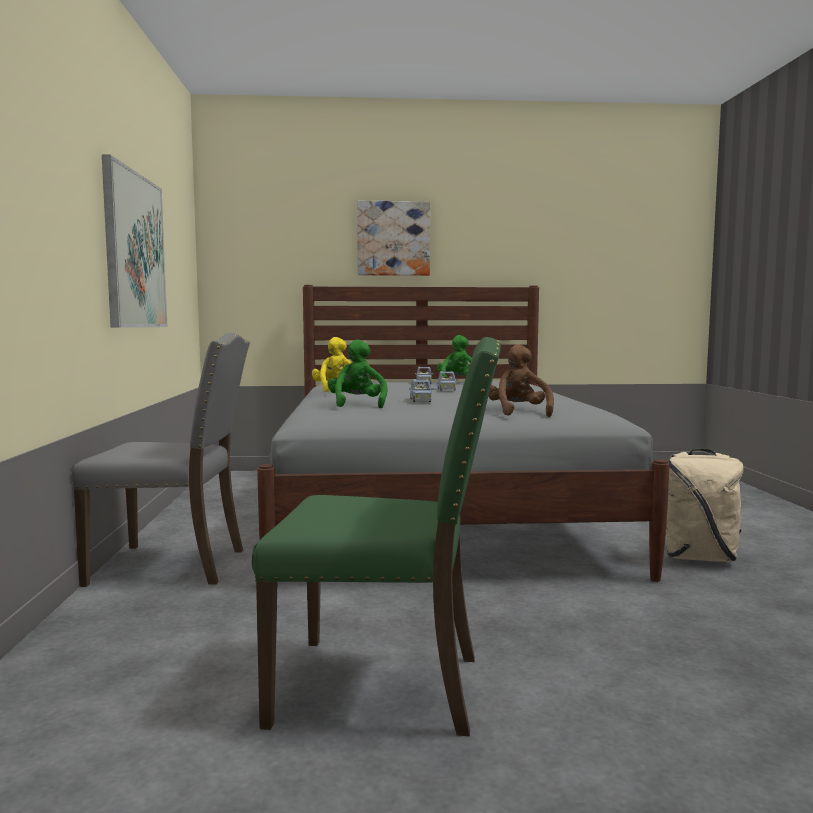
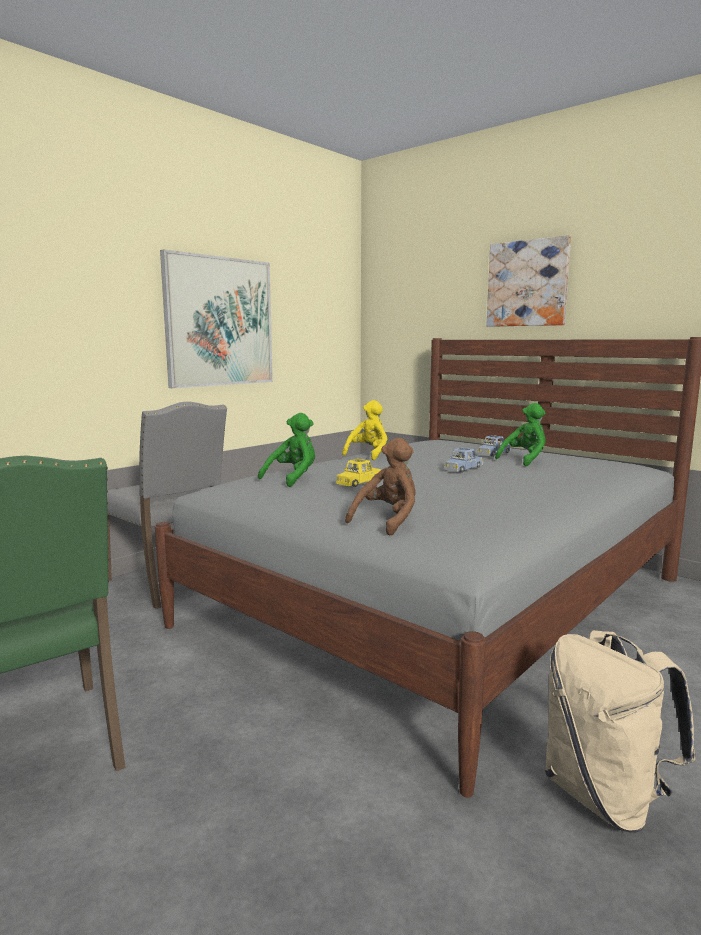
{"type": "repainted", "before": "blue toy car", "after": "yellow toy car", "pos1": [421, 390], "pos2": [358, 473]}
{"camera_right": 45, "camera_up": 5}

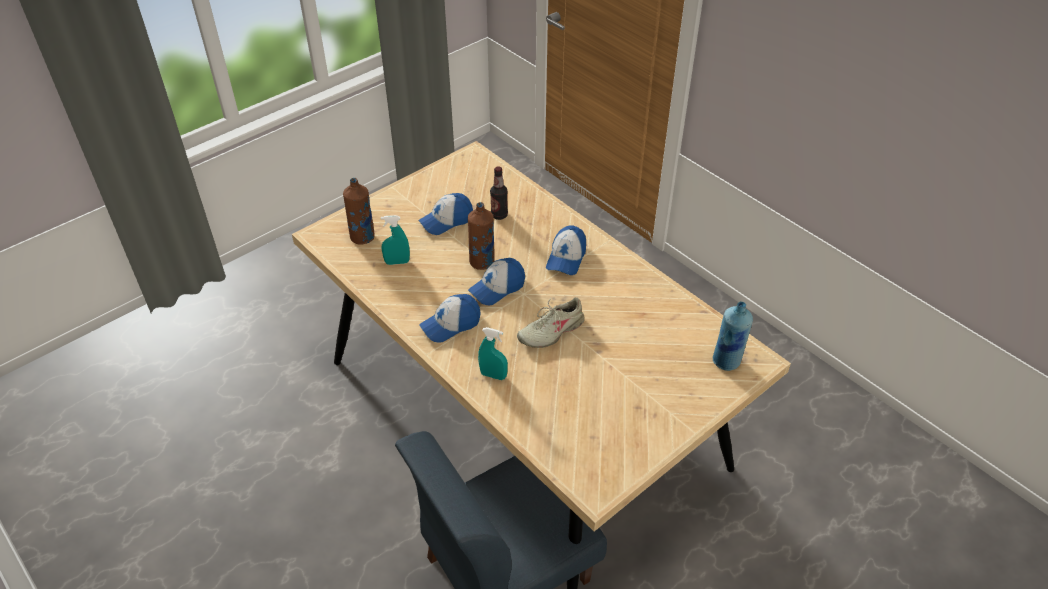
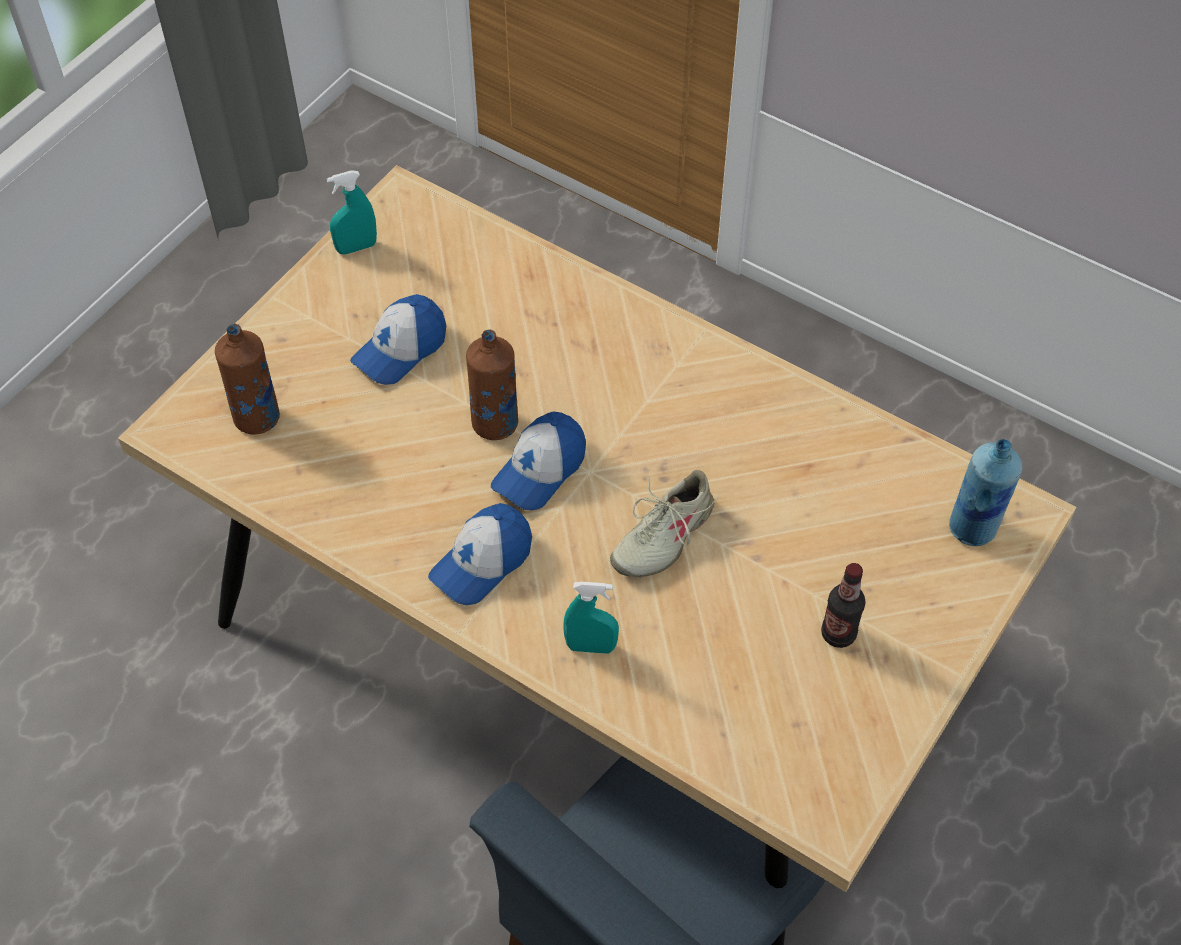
{"type": "shifted", "before": "bottle", "pos1": [499, 193], "pos2": [843, 605]}
{"type": "shifted", "before": "turquoise spray bottle", "pos1": [395, 240], "pos2": [352, 212]}
{"type": "gone", "before": "cap", "pos1": [566, 250]}
{"camera_right": -15, "camera_up": 10}

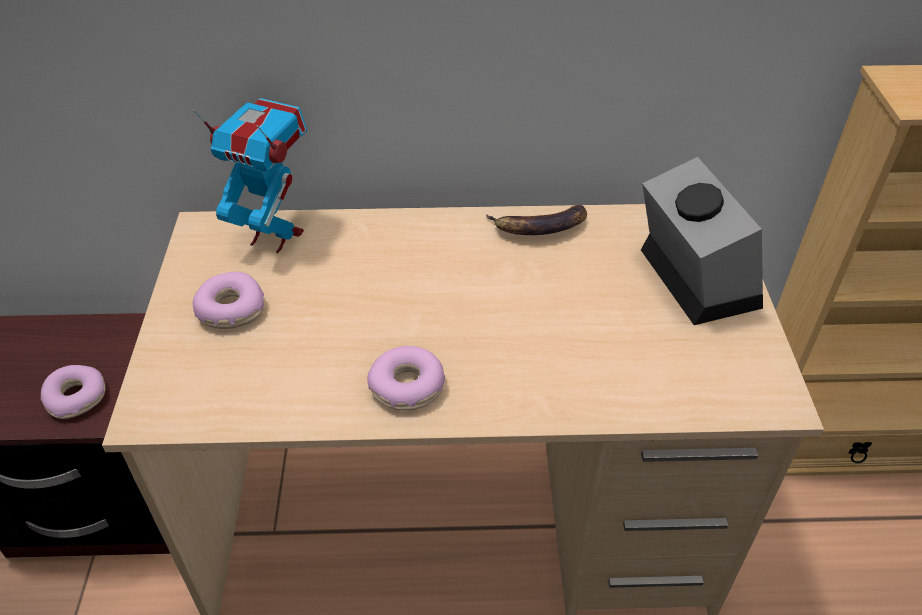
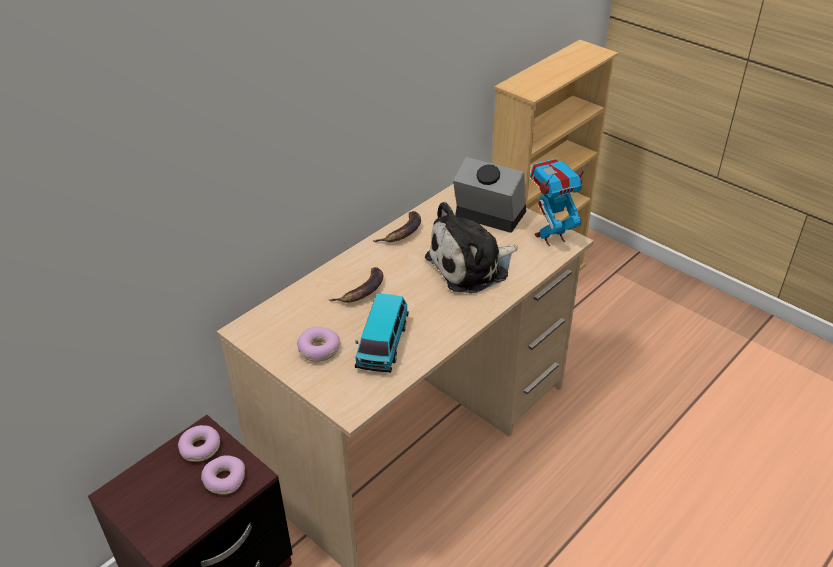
{"type": "shifted", "before": "toy robot", "pos1": [250, 175], "pos2": [559, 202]}
{"type": "shifted", "before": "donut", "pos1": [406, 378], "pos2": [199, 443]}
{"type": "new", "after": "plush toy", "pos2": [471, 248]}
{"type": "new", "after": "banana", "pos2": [356, 285]}
{"type": "new", "after": "toy car", "pos2": [382, 333]}
{"camera_right": -45, "camera_up": -5}

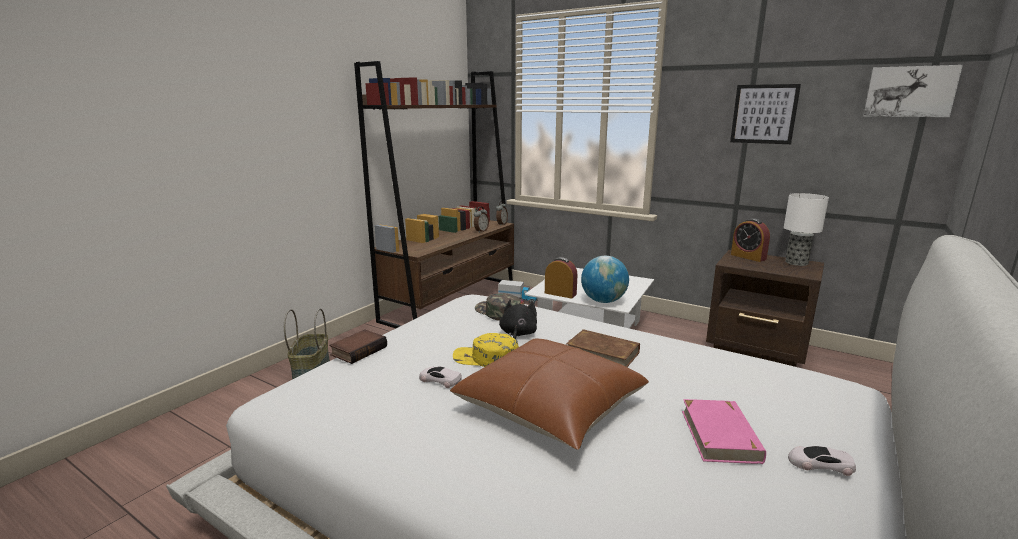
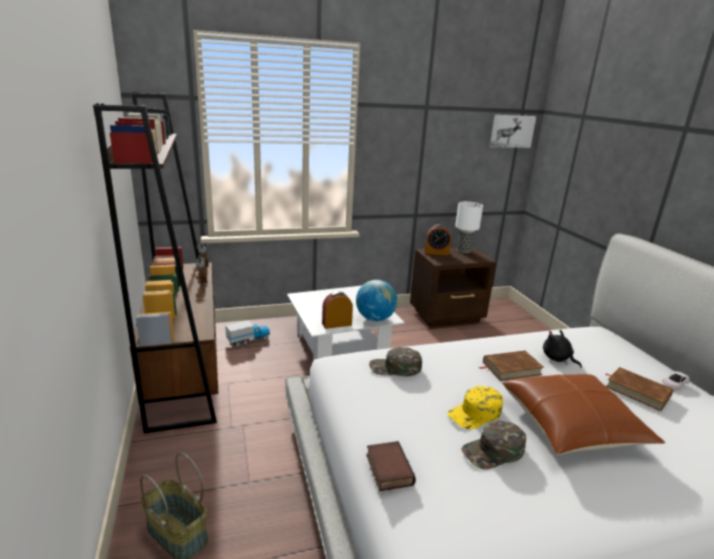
{"type": "gone", "before": "picture", "pos1": [765, 114]}
{"type": "shifted", "before": "black plush toy", "pos1": [518, 319], "pos2": [562, 349]}
{"type": "swapped", "before": "white toy car", "after": "green cap", "pos1": [440, 377], "pos2": [493, 444]}
{"type": "repainted", "before": "pink book", "after": "brown book", "pos1": [724, 431], "pos2": [640, 389]}
{"camera_right": -50, "camera_up": 5}

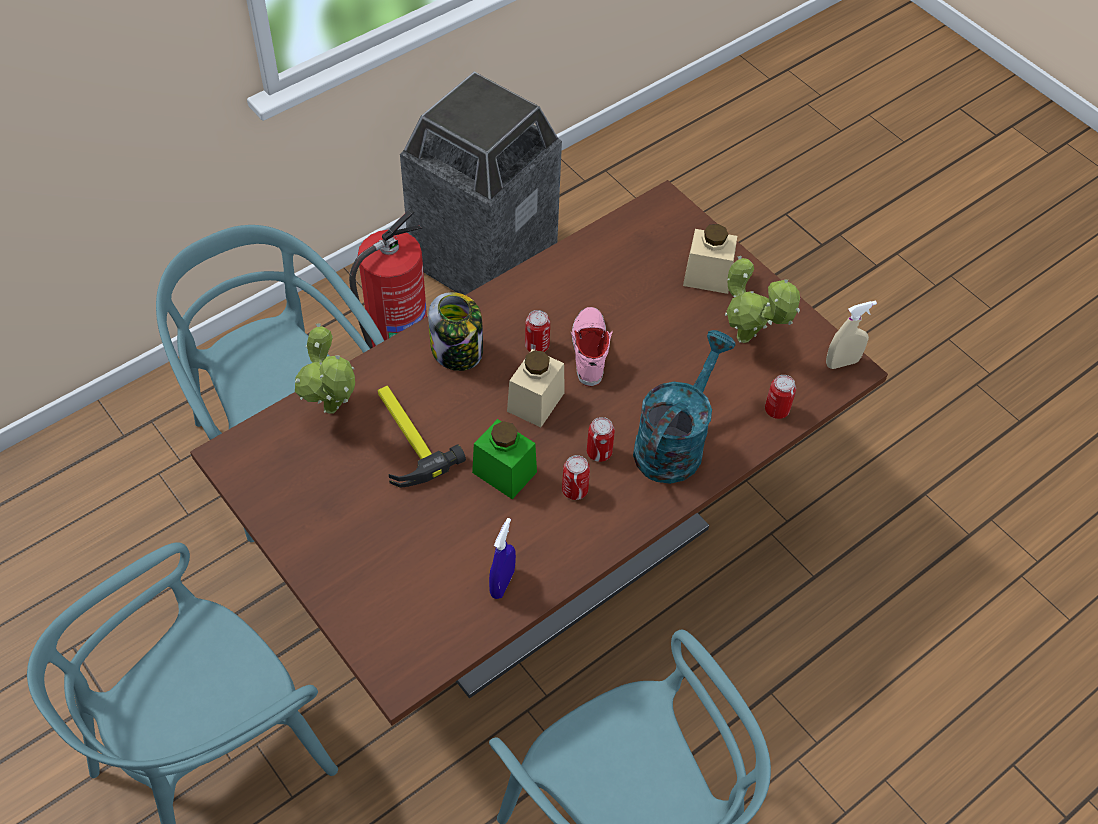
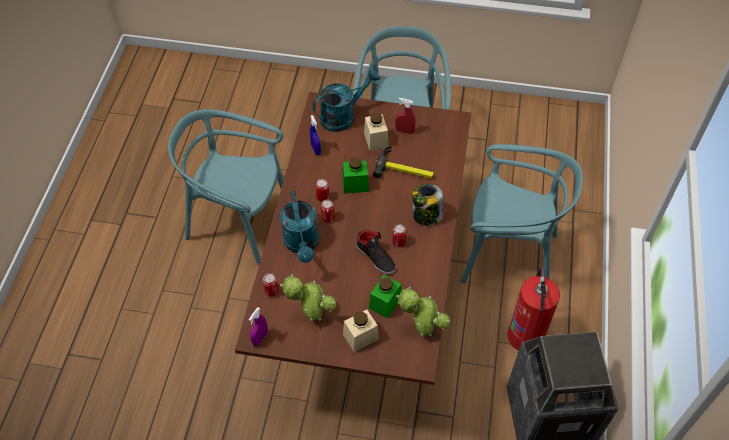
{"type": "repainted", "before": "beige spray bottle", "after": "purple spray bottle", "pos1": [851, 335], "pos2": [258, 326]}
{"type": "repainted", "before": "pink shoe", "after": "black shoe", "pos1": [592, 346], "pos2": [376, 252]}
{"type": "shifted", "before": "potted plant", "pos1": [325, 369], "pos2": [423, 311]}
{"type": "shifted", "before": "beige jar", "pos1": [536, 388], "pos2": [376, 132]}
{"type": "new", "after": "turquoise watering can", "pos2": [346, 100]}
{"type": "new", "after": "red spray bottle", "pos2": [405, 116]}
{"type": "new", "after": "green jar", "pos2": [385, 297]}
{"camera_right": 140, "camera_up": 0}

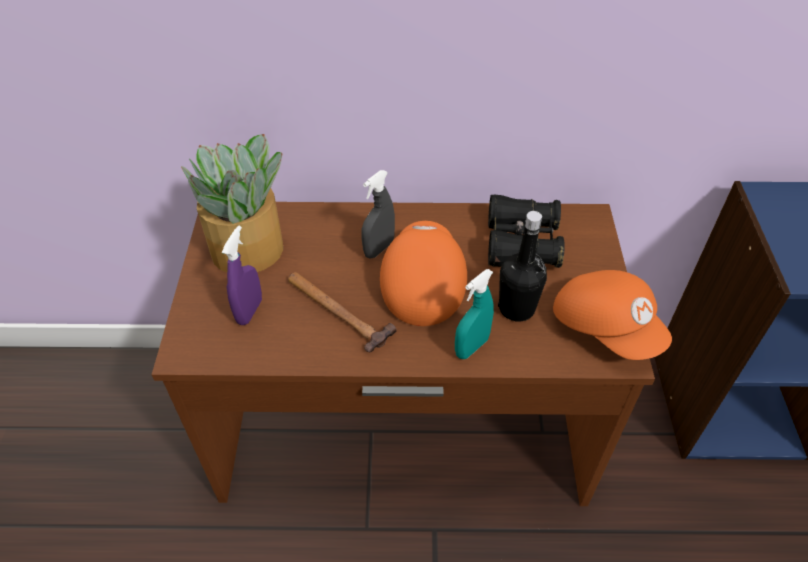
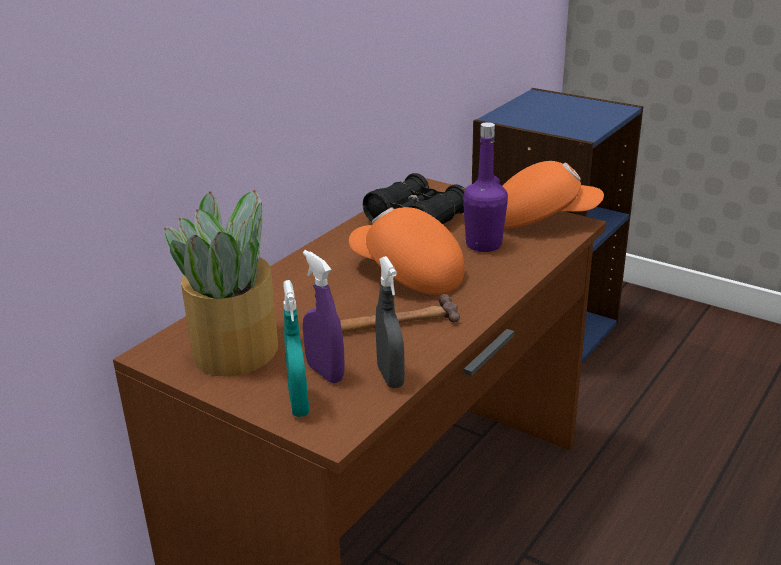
{"type": "shifted", "before": "grey spray bottle", "pos1": [378, 214], "pos2": [390, 322]}
{"type": "repainted", "before": "black bottle", "after": "purple bottle", "pos1": [522, 266], "pos2": [485, 187]}
{"type": "shifted", "before": "turquoise spray bottle", "pos1": [474, 314], "pos2": [296, 348]}
{"camera_right": -55, "camera_up": -20}

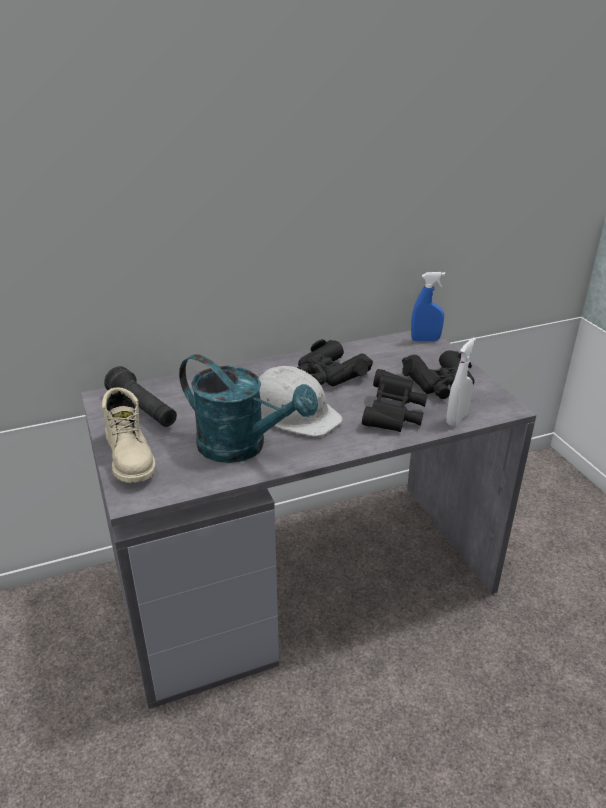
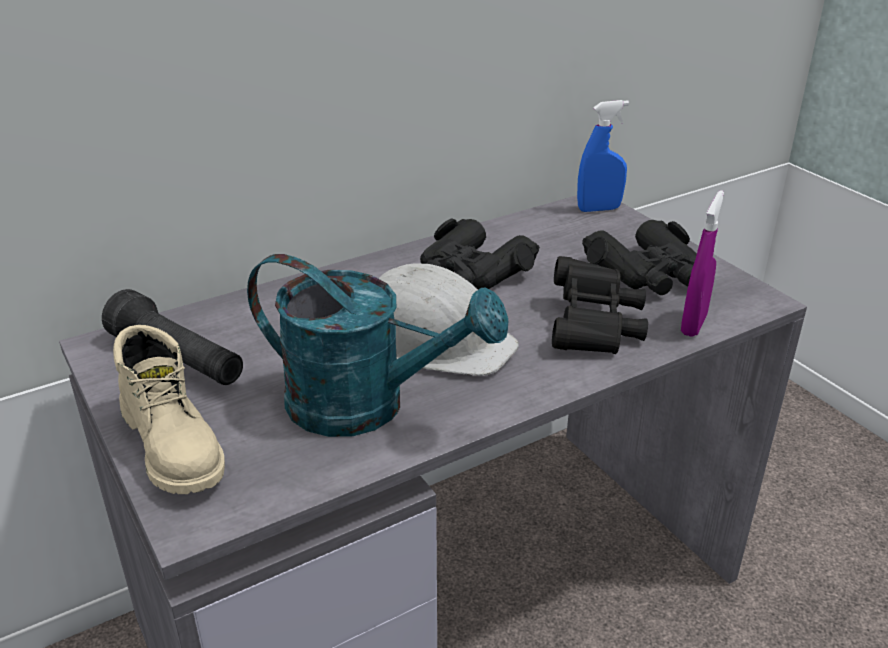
{"type": "repainted", "before": "white spray bottle", "after": "purple spray bottle", "pos1": [461, 382], "pos2": [702, 263]}
{"camera_right": -10, "camera_up": 0}

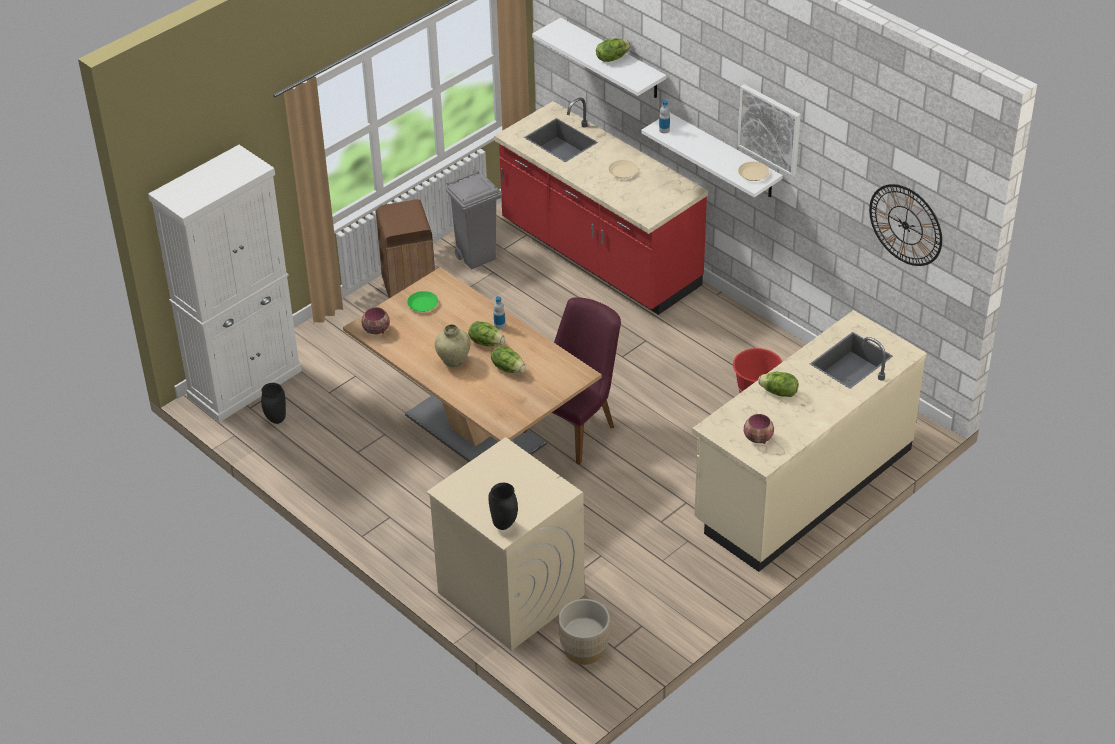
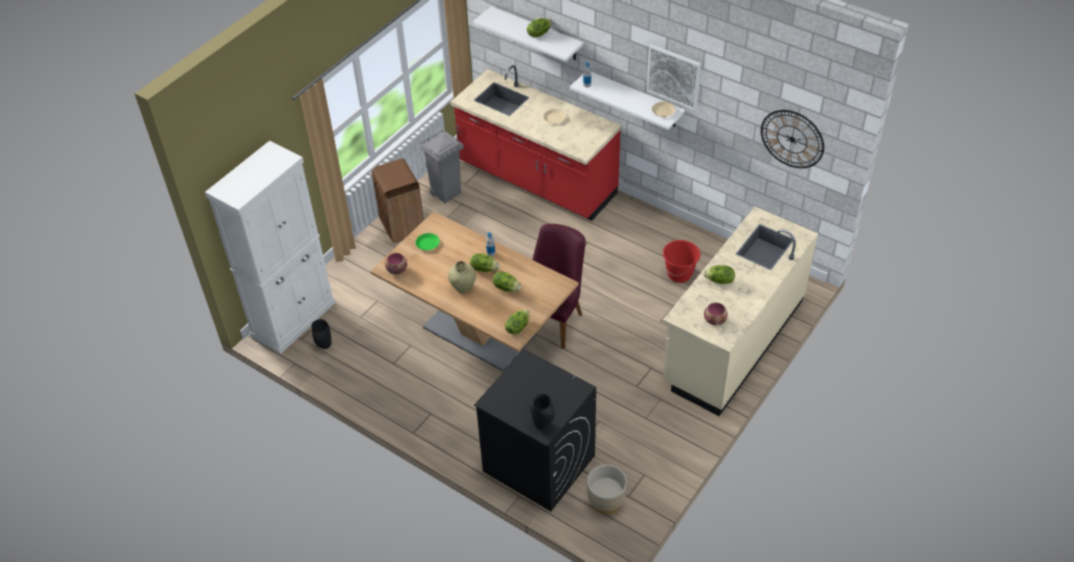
{"type": "repainted", "before": "beige washing machine", "after": "black washing machine", "pos1": [506, 544], "pos2": [535, 430]}
{"type": "new", "after": "lettuce", "pos2": [517, 322]}
{"camera_right": -10, "camera_up": 5}

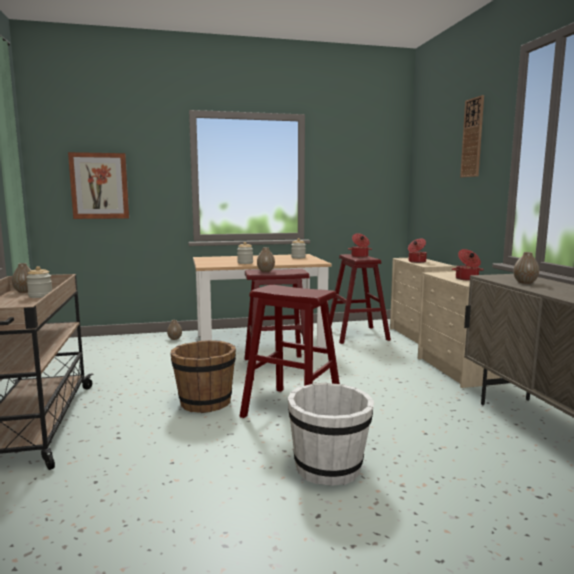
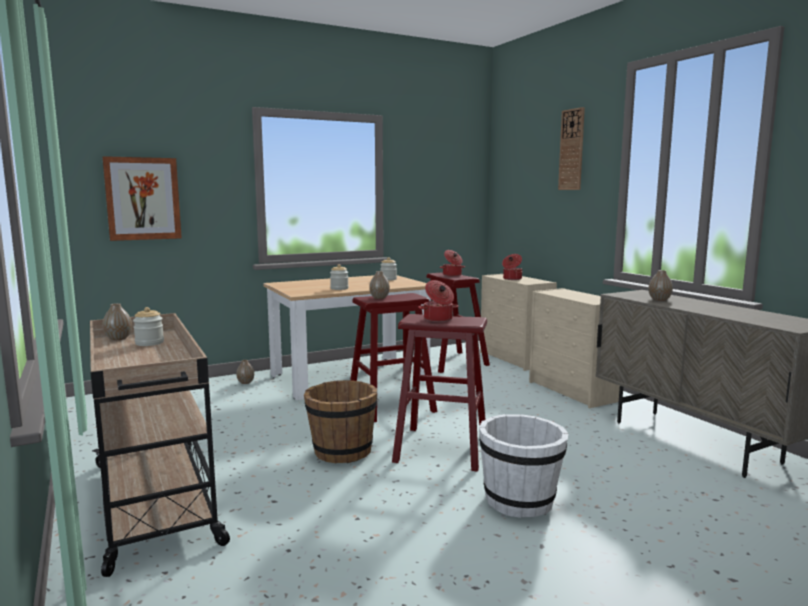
{"type": "shifted", "before": "cooking pot", "pos1": [468, 265], "pos2": [438, 301]}
{"camera_right": -15, "camera_up": 0}

